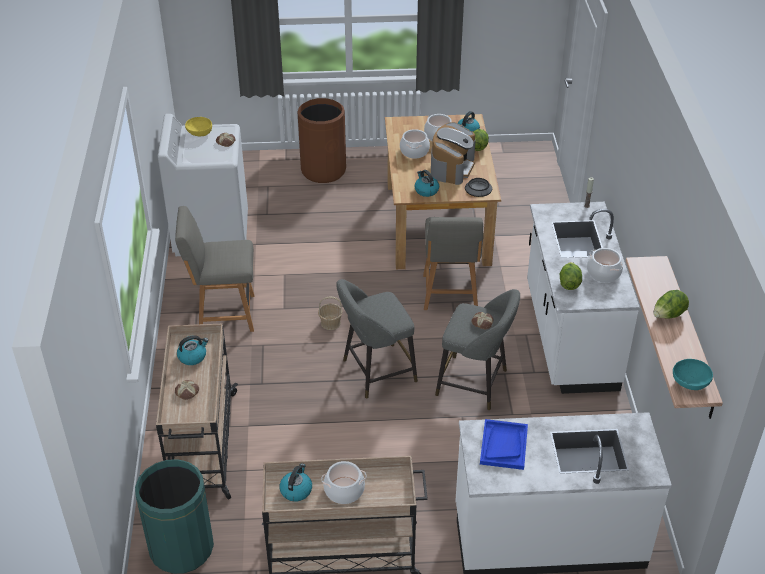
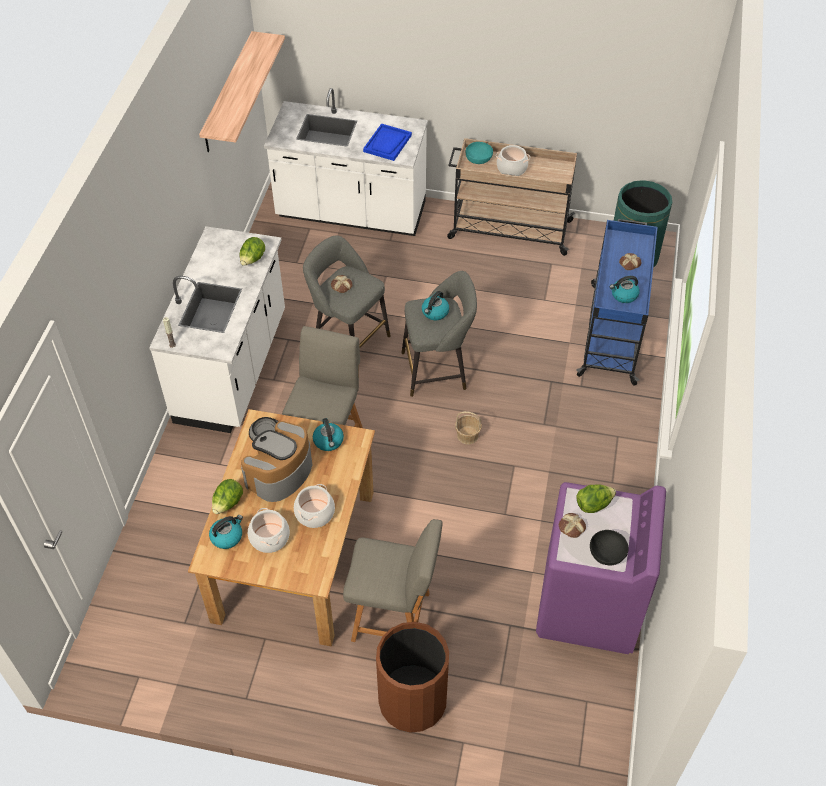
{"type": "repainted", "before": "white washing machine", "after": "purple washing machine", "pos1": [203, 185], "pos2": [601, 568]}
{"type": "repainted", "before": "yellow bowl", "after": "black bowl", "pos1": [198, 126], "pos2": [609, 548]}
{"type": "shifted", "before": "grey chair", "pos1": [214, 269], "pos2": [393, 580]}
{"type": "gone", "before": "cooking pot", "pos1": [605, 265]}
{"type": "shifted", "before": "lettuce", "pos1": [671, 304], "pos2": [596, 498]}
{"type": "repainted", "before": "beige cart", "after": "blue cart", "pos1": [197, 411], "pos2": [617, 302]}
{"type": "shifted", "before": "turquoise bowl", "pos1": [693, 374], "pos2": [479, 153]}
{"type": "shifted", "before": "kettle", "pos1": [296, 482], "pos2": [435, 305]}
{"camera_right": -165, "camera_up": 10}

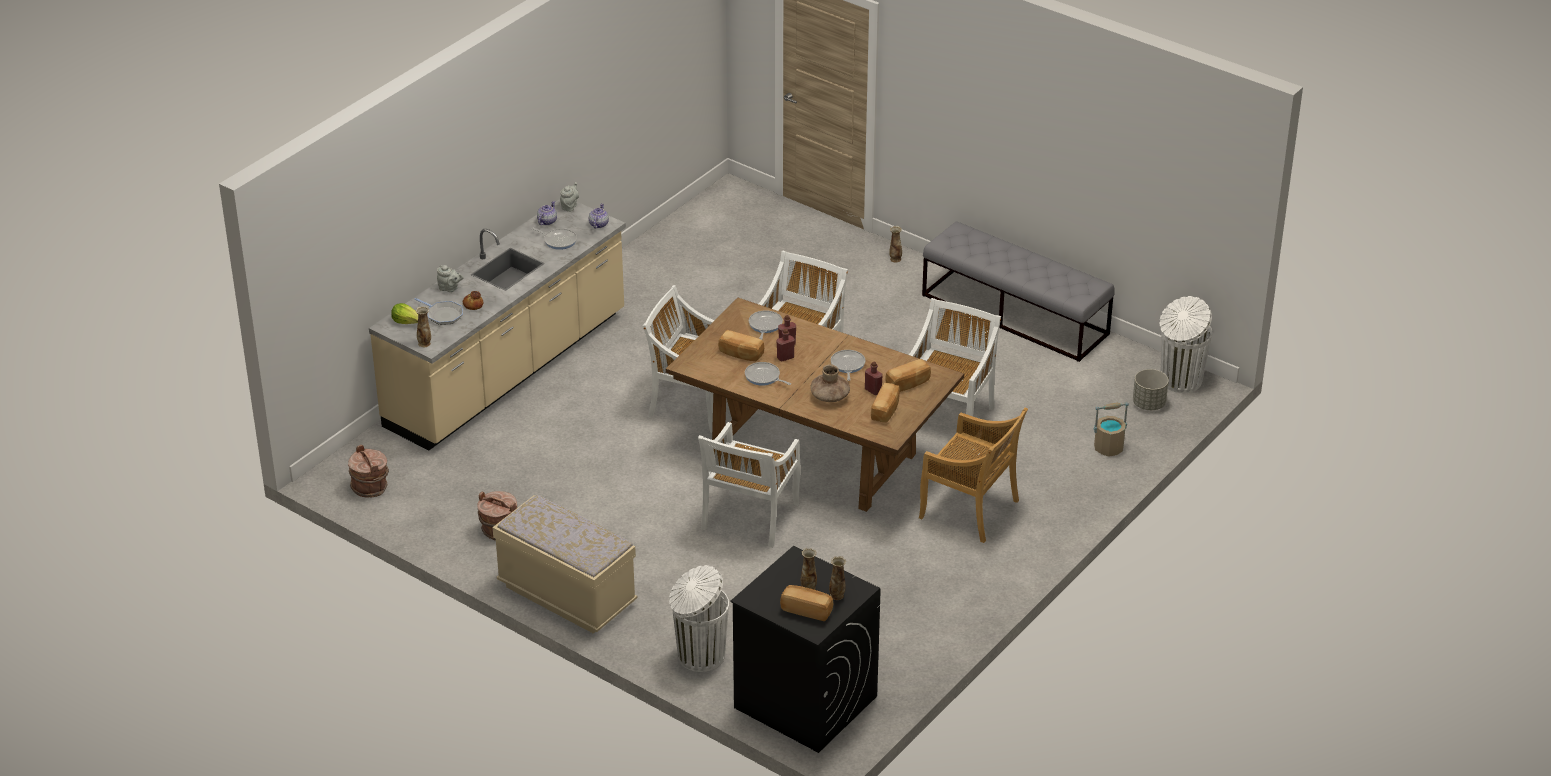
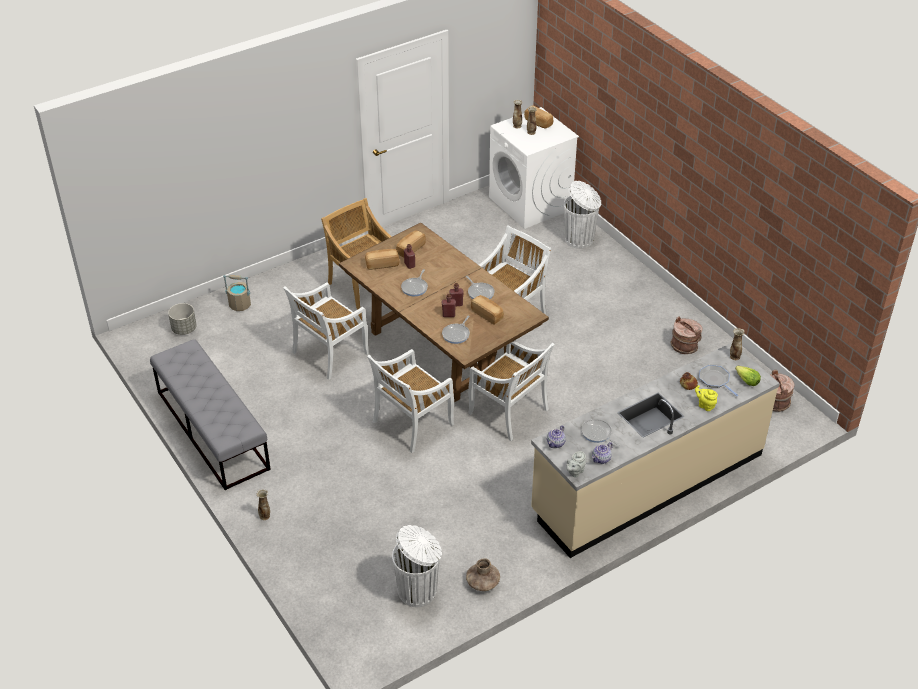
{"type": "repainted", "before": "grey teapot", "after": "yellow teapot", "pos1": [450, 278], "pos2": [706, 398]}
{"type": "shifted", "before": "white trash can", "pos1": [1185, 344], "pos2": [417, 566]}
{"type": "shifted", "before": "brown vase", "pos1": [830, 383], "pos2": [483, 574]}
{"type": "gone", "before": "beige bench", "pos1": [565, 564]}
{"type": "repainted", "before": "black washing machine", "after": "white washing machine", "pos1": [805, 649], "pos2": [534, 168]}
{"camera_right": -160, "camera_up": 5}

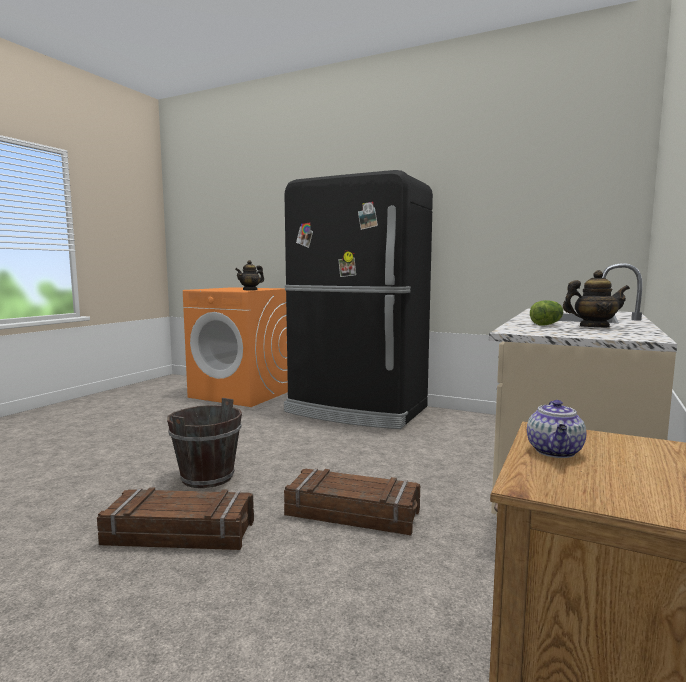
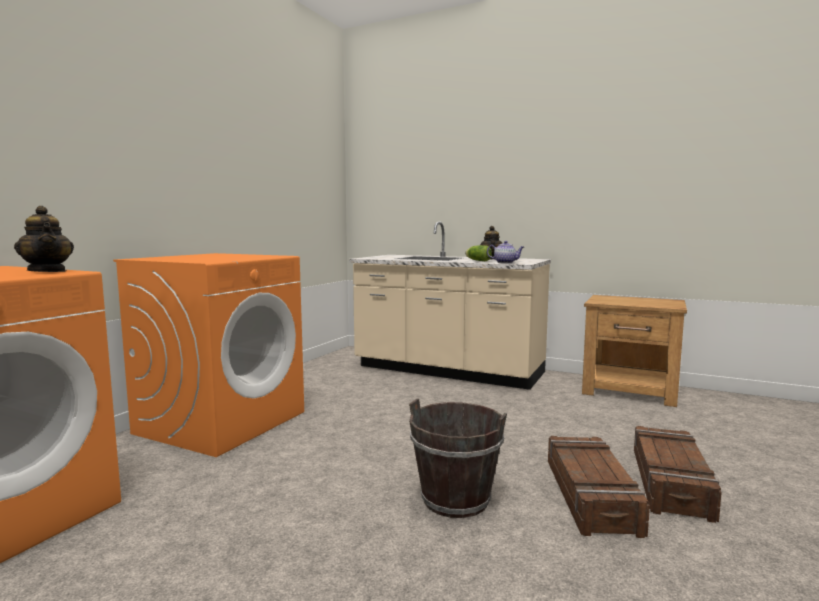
{"type": "swapped", "before": "black fridge", "after": "orange washing machine", "pos1": [358, 299], "pos2": [208, 355]}
{"type": "shifted", "before": "teapot", "pos1": [556, 429], "pos2": [505, 252]}
{"type": "shifted", "before": "crate", "pos1": [352, 502], "pos2": [678, 474]}
{"camera_right": -90, "camera_up": 0}

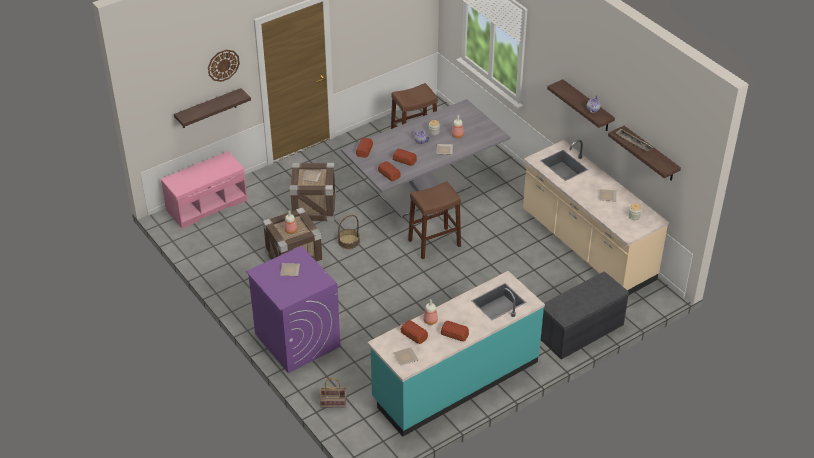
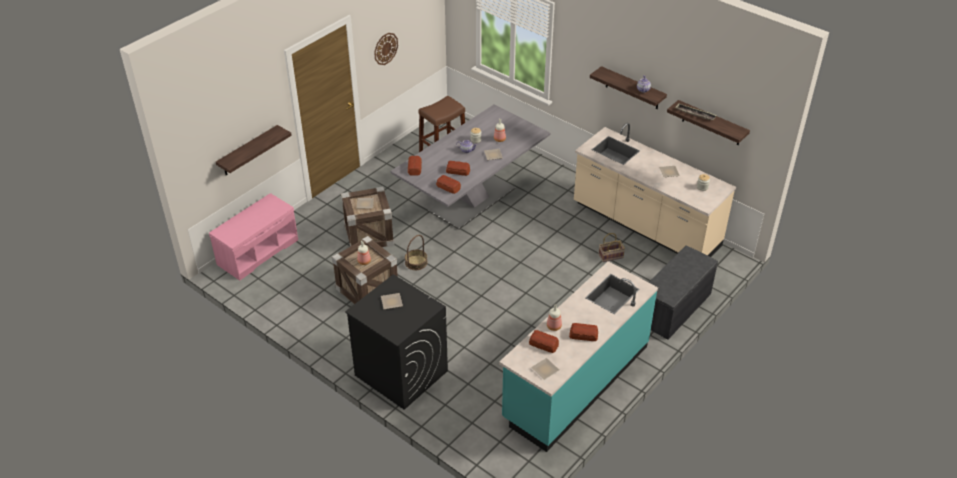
{"type": "shifted", "before": "wall clock", "pos1": [224, 66], "pos2": [386, 49]}
{"type": "gone", "before": "brown stool", "pos1": [434, 220]}
{"type": "repainted", "before": "purple washing machine", "after": "black washing machine", "pos1": [293, 309], "pos2": [396, 342]}
{"type": "shifted", "before": "basket", "pos1": [333, 393], "pos2": [612, 247]}
{"camera_right": -15, "camera_up": 0}

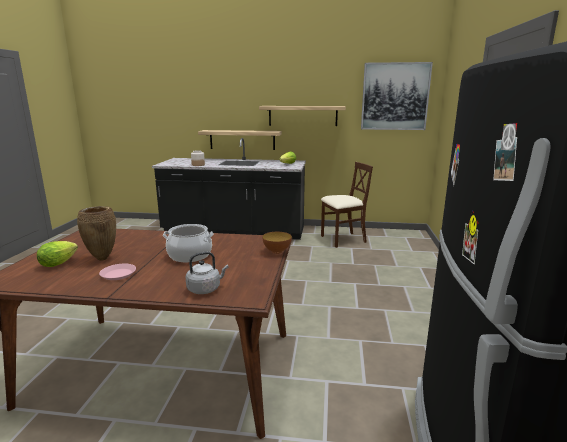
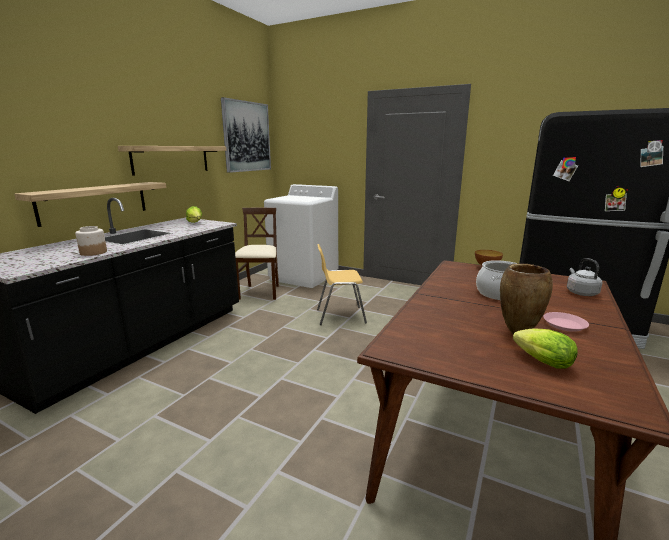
{"type": "new", "after": "white washing machine", "pos2": [301, 236]}
{"type": "new", "after": "yellow chair", "pos2": [342, 284]}
{"camera_right": -70, "camera_up": 0}

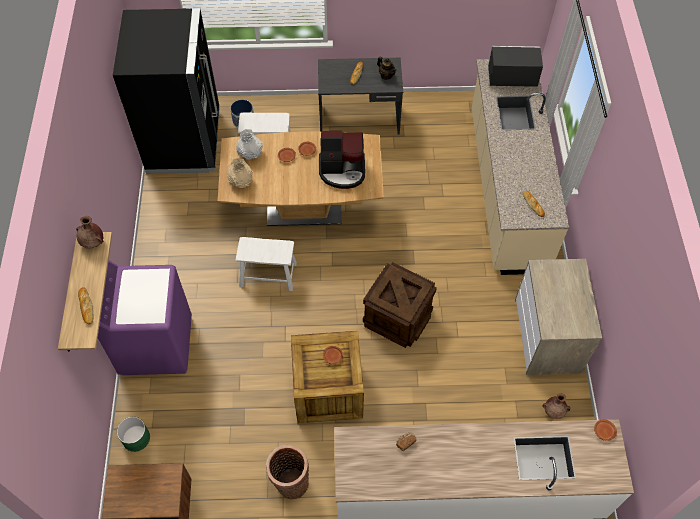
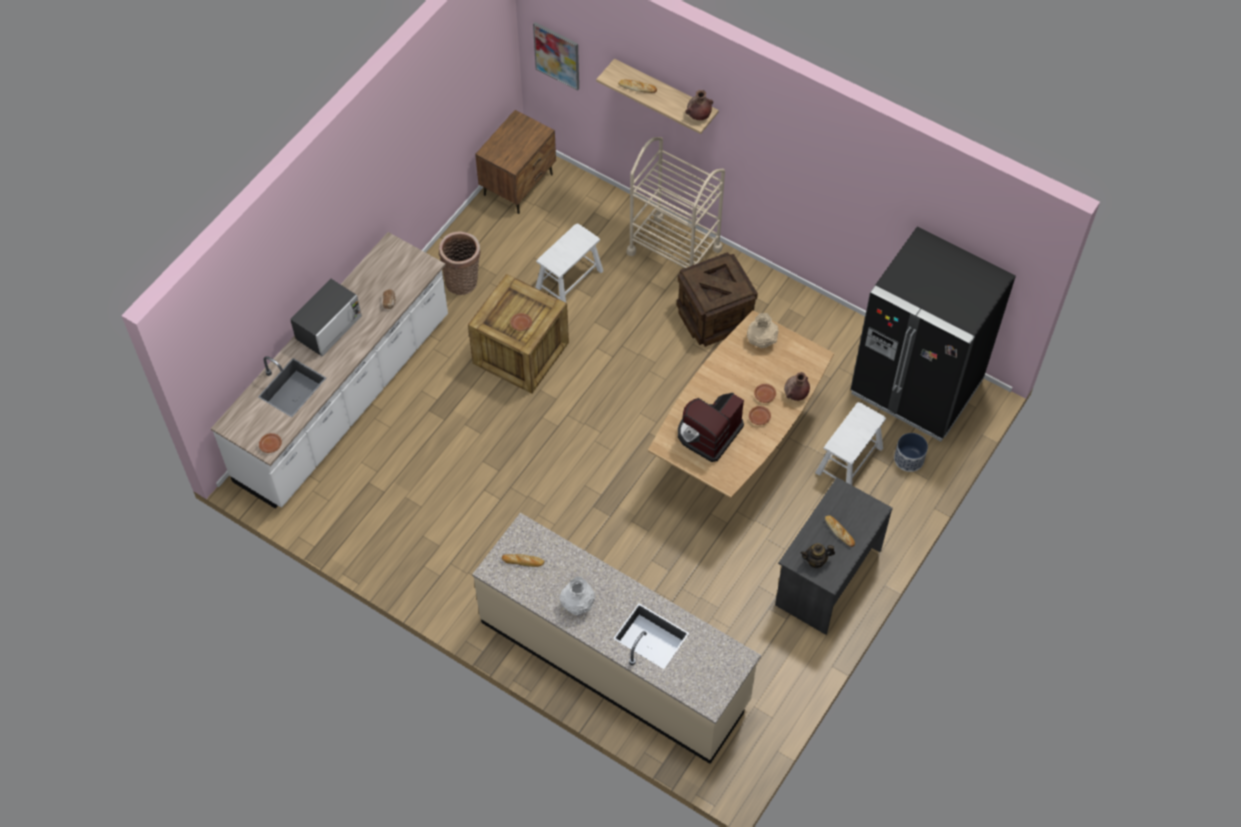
{"type": "shifted", "before": "microwave", "pos1": [515, 66], "pos2": [326, 317]}
{"type": "shifted", "before": "white vase", "pos1": [249, 144], "pos2": [577, 596]}
{"type": "shifted", "before": "white stool", "pos1": [266, 264], "pos2": [569, 263]}
{"type": "gone", "before": "dresser", "pos1": [558, 317]}
{"type": "swapped", "before": "purple washing machine", "after": "beige cart", "pos1": [145, 317], "pos2": [676, 202]}
{"type": "shifted", "before": "crate", "pos1": [400, 305], "pos2": [717, 299]}
{"type": "shifted", "before": "brown vase", "pos1": [556, 406], "pos2": [797, 386]}
{"type": "gone", "before": "green planter", "pos1": [133, 434]}
{"type": "new", "after": "picture", "pos2": [556, 56]}
{"camera_right": 125, "camera_up": 0}

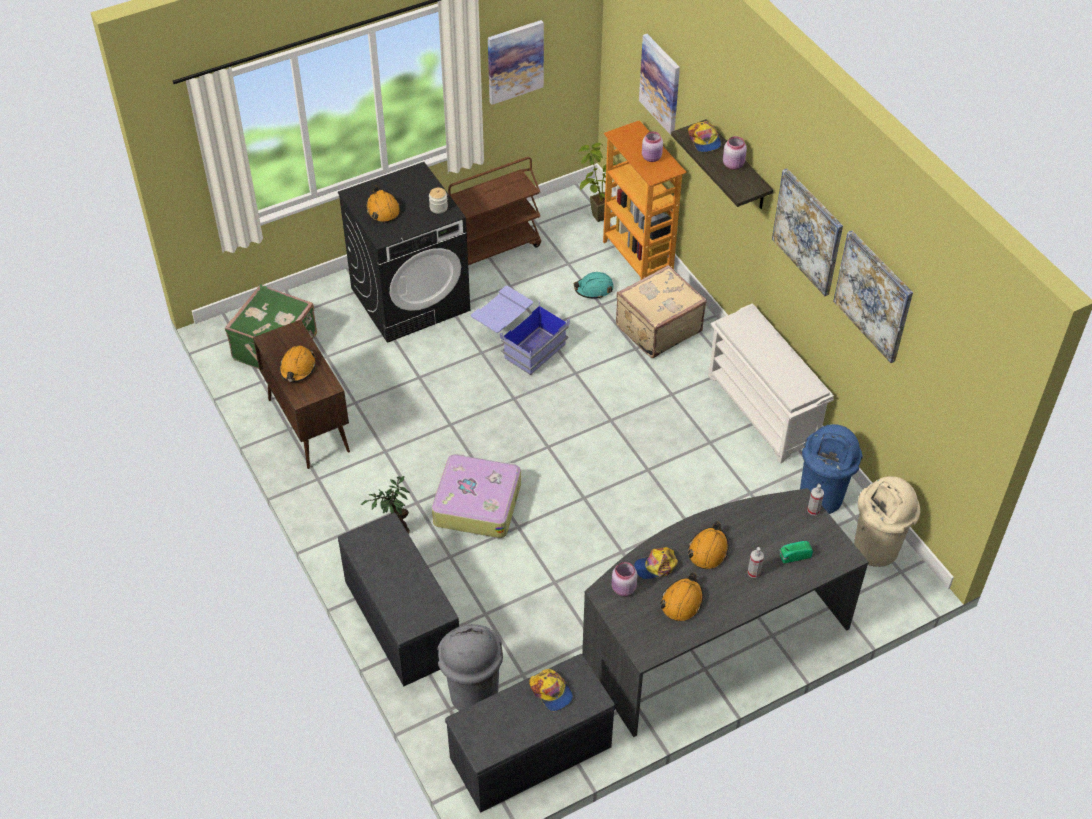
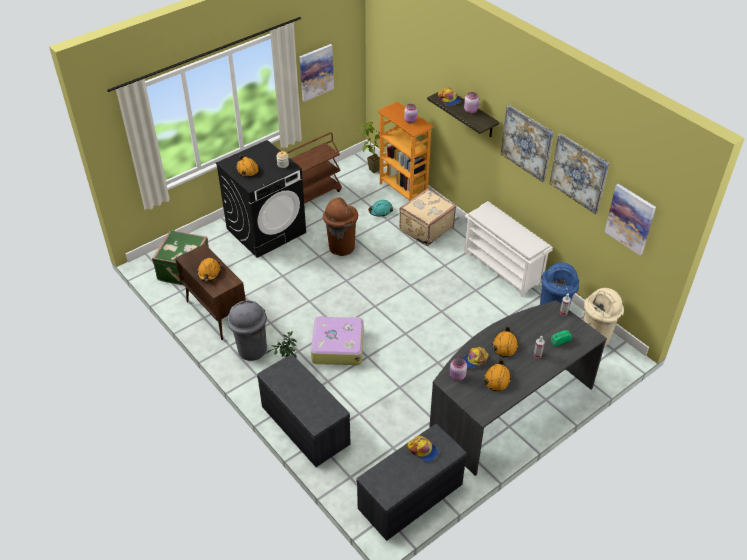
{"type": "shifted", "before": "picture", "pos1": [659, 84], "pos2": [630, 219]}
{"type": "swapped", "before": "blue storage box", "after": "brown trash can", "pos1": [520, 330], "pos2": [340, 227]}
{"type": "shifted", "before": "grey trash can", "pos1": [470, 667], "pos2": [247, 330]}
{"camera_right": -10, "camera_up": -5}

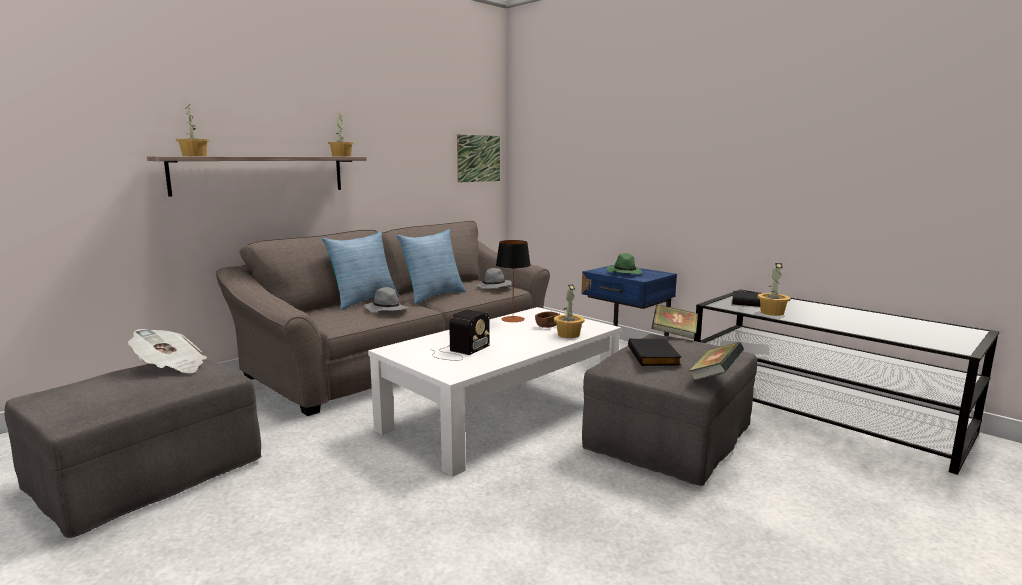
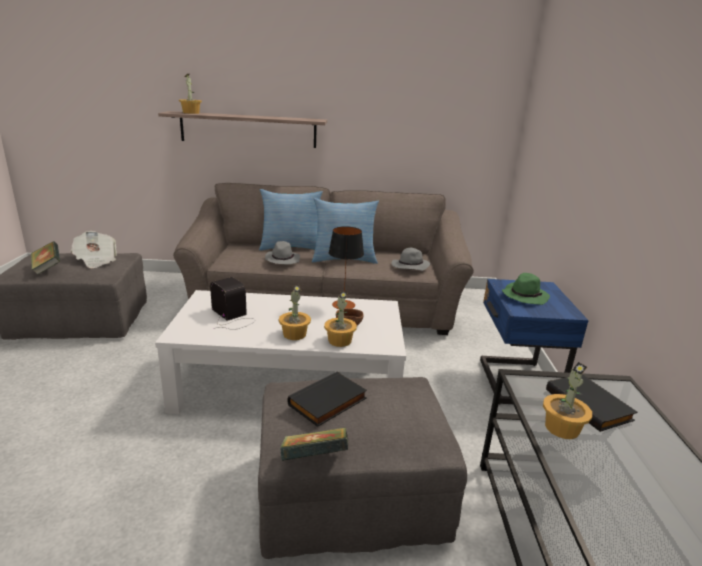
{"type": "shifted", "before": "potted plant", "pos1": [341, 134], "pos2": [295, 312]}
{"type": "gone", "before": "picture", "pos1": [478, 159]}
{"type": "shifted", "before": "book", "pos1": [675, 321], "pos2": [45, 258]}
{"type": "rotated", "before": "radio", "pos1": [460, 335], "pos2": [232, 303], "turn": -120}
{"camera_right": 45, "camera_up": 10}

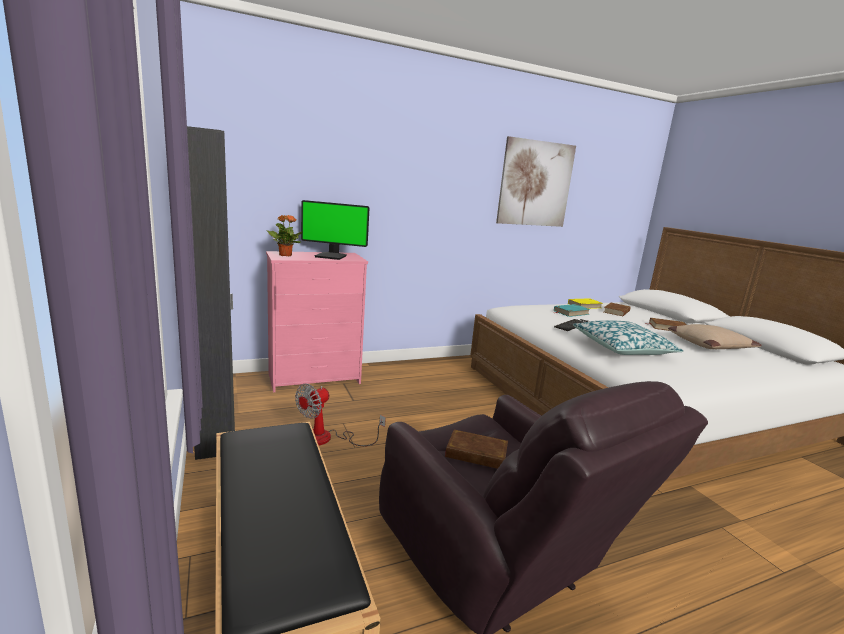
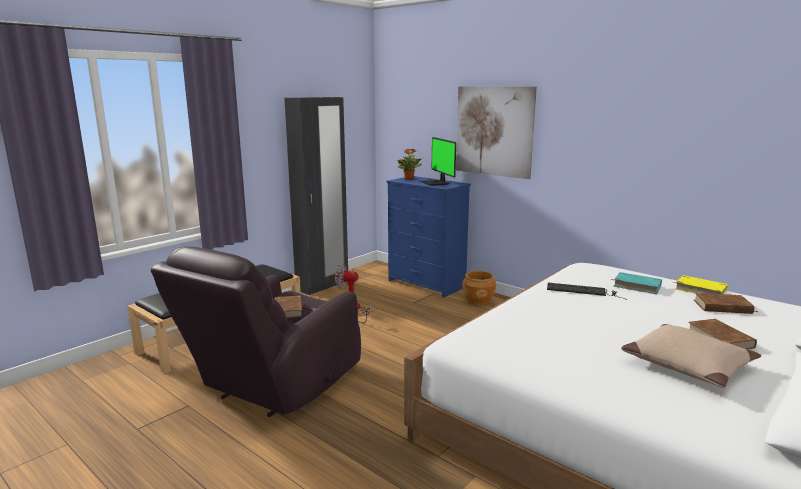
{"type": "shifted", "before": "picture", "pos1": [536, 181], "pos2": [496, 132]}
{"type": "repainted", "before": "pink dresser", "after": "blue dresser", "pos1": [317, 321], "pos2": [429, 237]}
{"type": "gone", "before": "pillow", "pos1": [628, 337]}
{"type": "new", "after": "brown planter", "pos2": [479, 288]}
{"camera_right": 65, "camera_up": 0}

